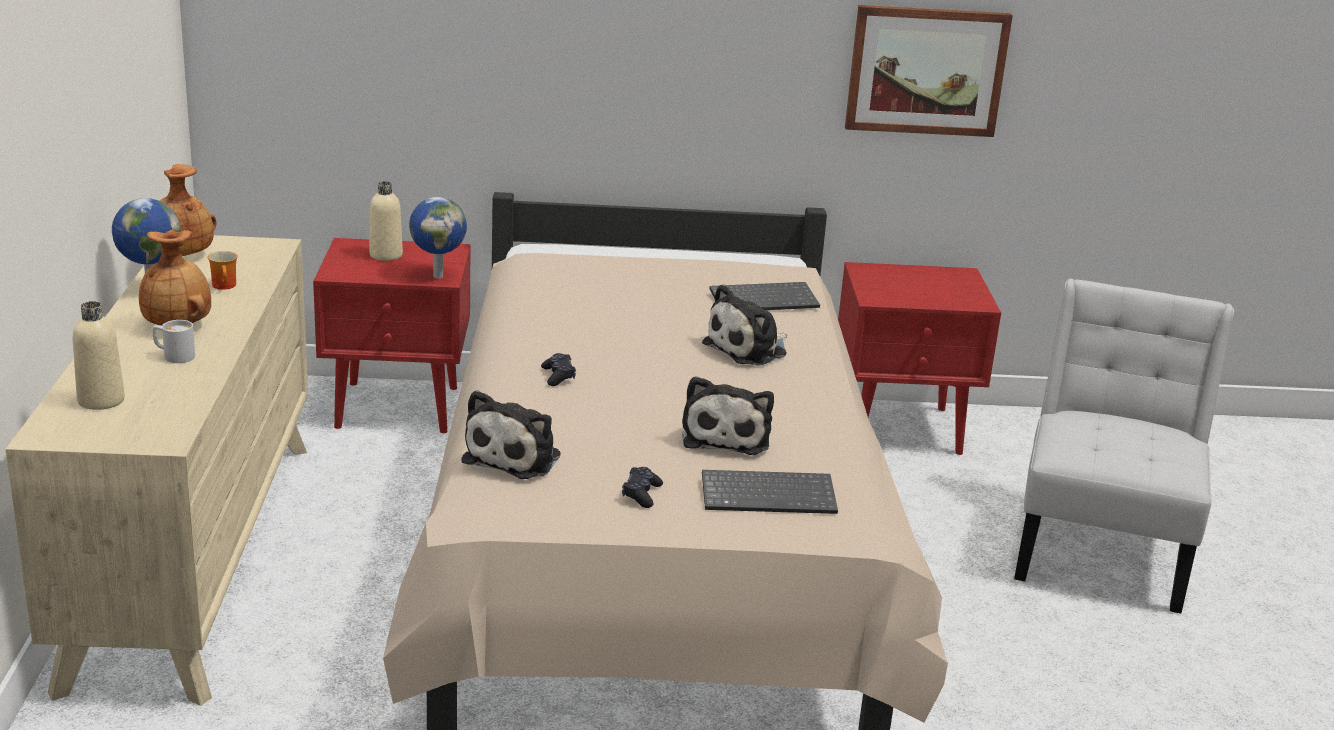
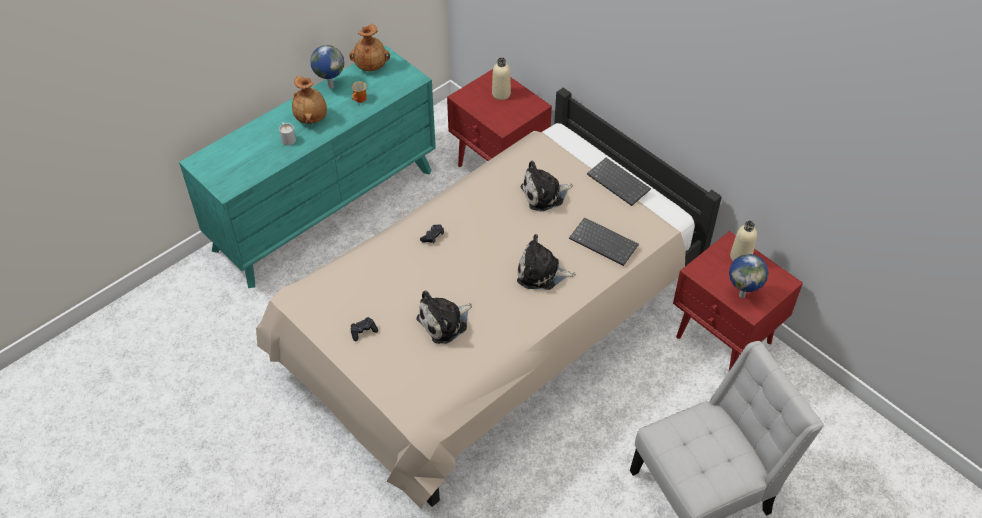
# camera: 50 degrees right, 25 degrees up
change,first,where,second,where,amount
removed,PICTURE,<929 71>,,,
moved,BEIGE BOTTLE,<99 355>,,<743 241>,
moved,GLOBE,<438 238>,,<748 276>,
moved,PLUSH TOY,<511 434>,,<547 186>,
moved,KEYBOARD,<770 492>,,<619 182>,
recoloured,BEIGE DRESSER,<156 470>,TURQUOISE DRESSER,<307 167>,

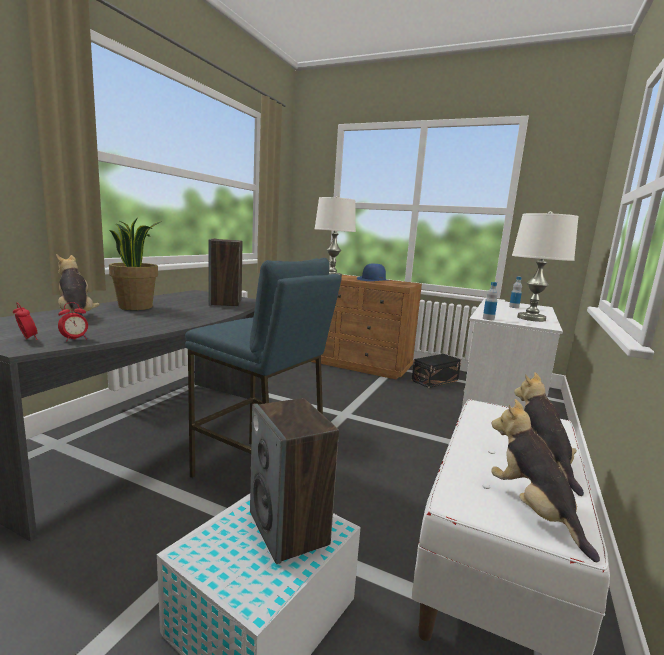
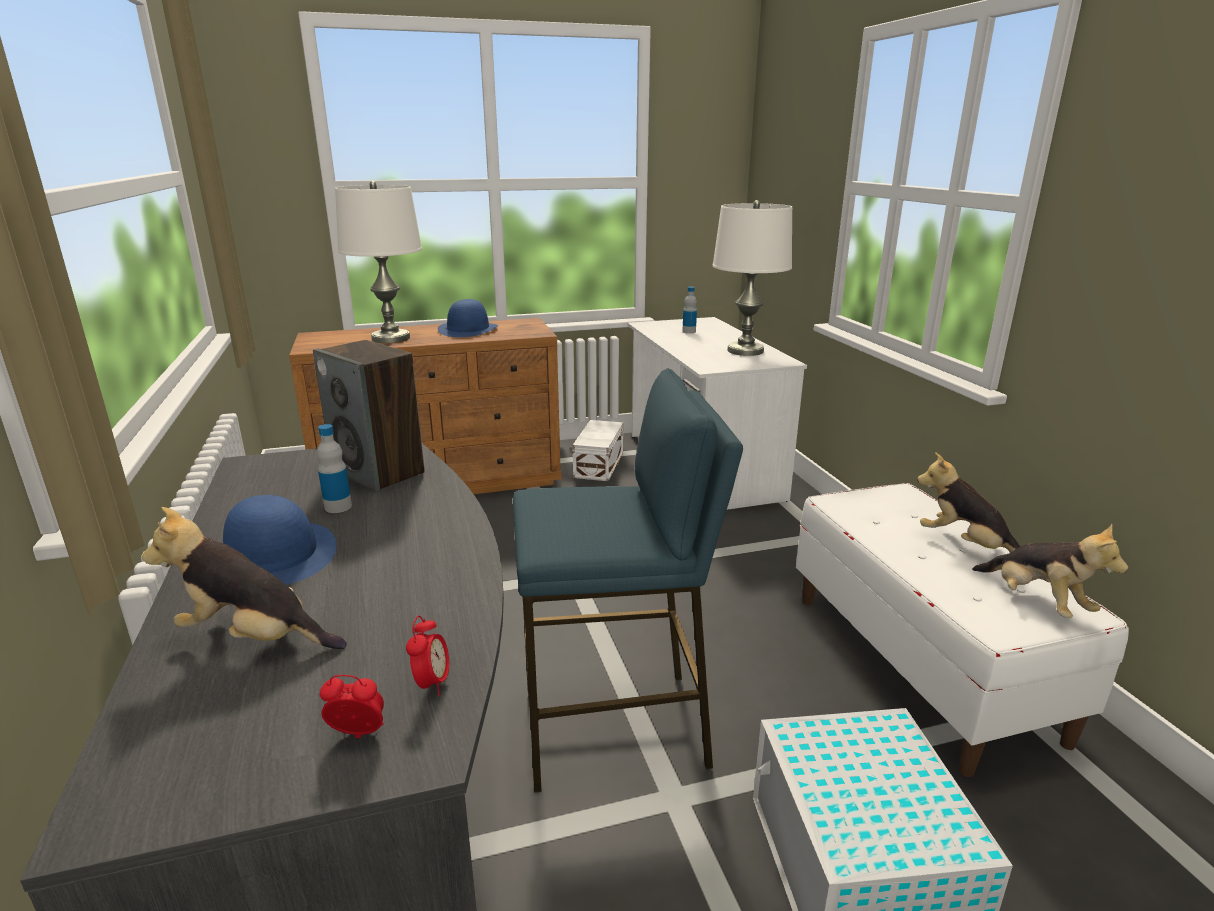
# camera: 40 degrees left, 10 degrees up
change,first,where,second,where,amount
removed,SPEAKER,<294 481>,,,
moved,BOTTLE,<490 301>,,<334 468>,
replaced,POTTED PLANT,<135 263>,BLUE HAT,<280 540>,
recoloured,BLACK STORAGE BOX,<436 371>,WHITE STORAGE BOX,<598 450>,
turned,PLUSH TOY,<545 480>,,<1050 571>,150 degrees counterclockwise

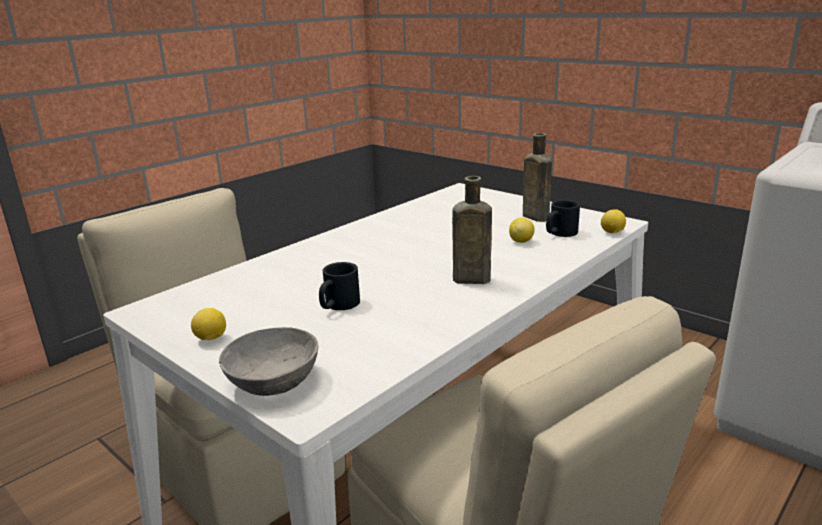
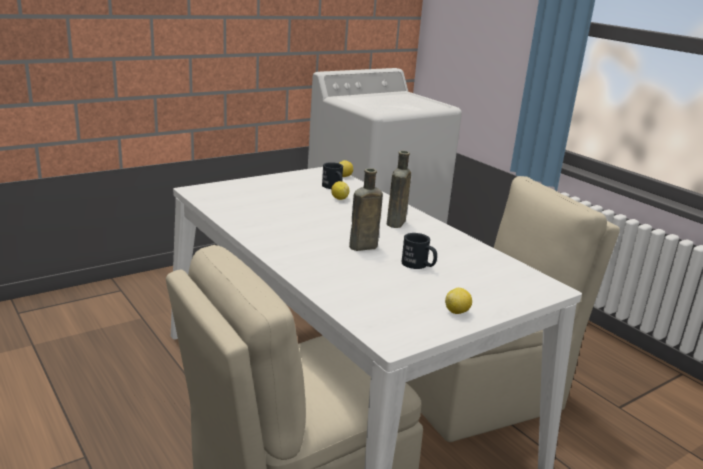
# camera: 80 degrees left, 0 degrees up
change,first,where,second,where,amount
removed,GREY BOWL,<268 361>,,,
moved,BROWN BOTTLE,<537 177>,,<366 209>,

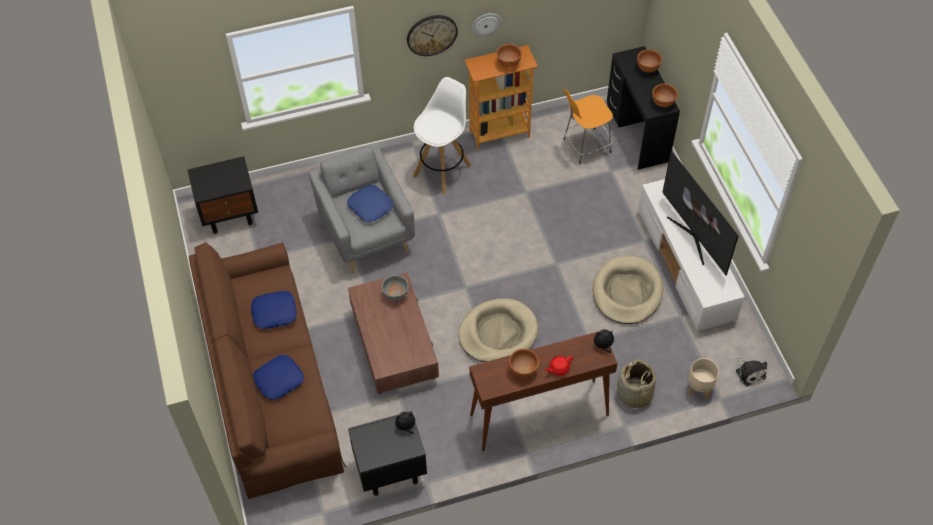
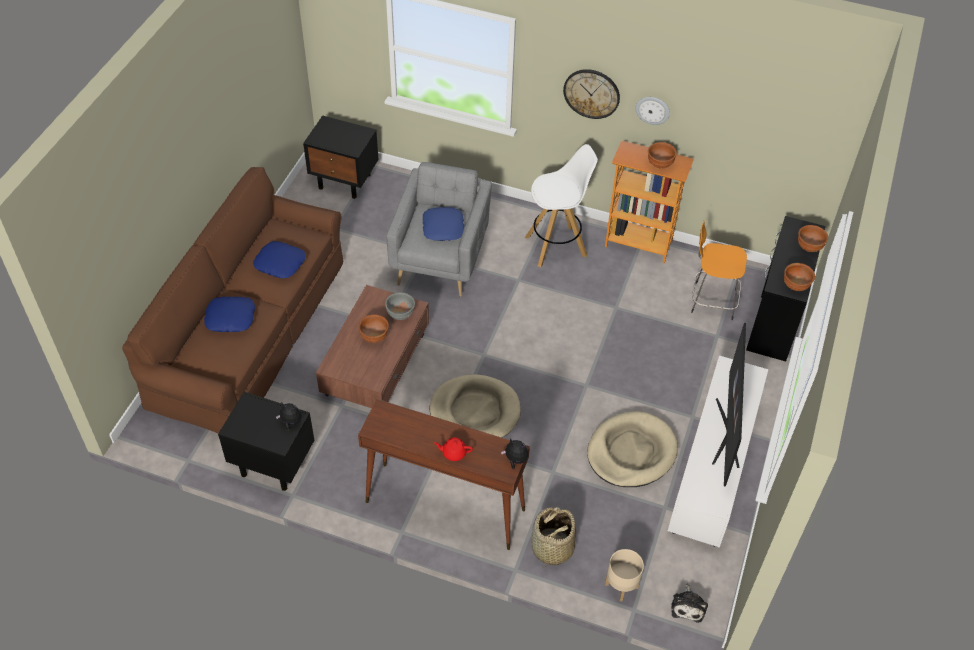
# camera: 35 degrees right, 5 degrees down
change,first,where,second,where,amount
moved,BROWN BOWL,<524 363>,,<374 329>,

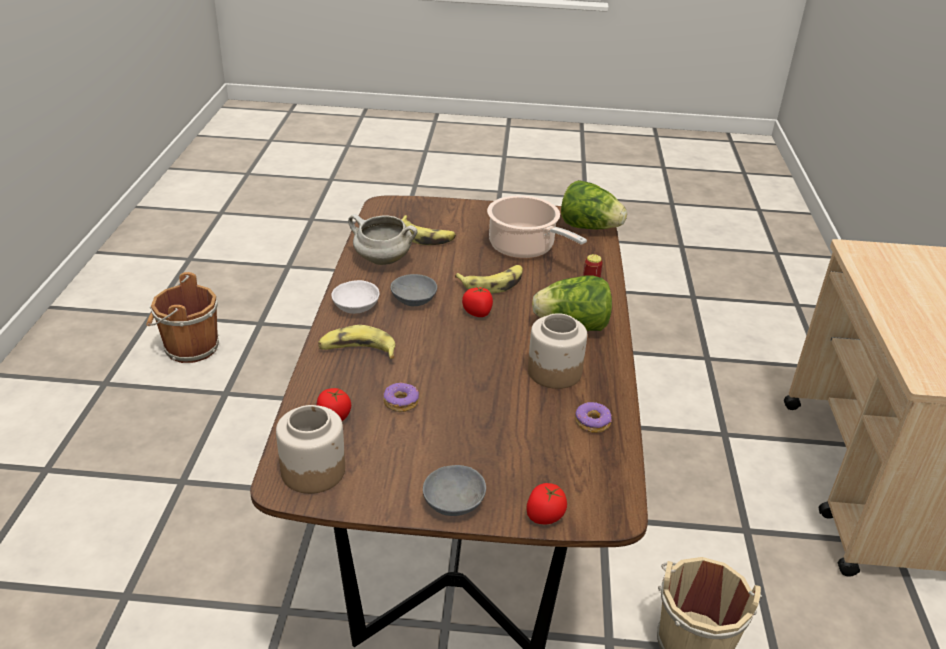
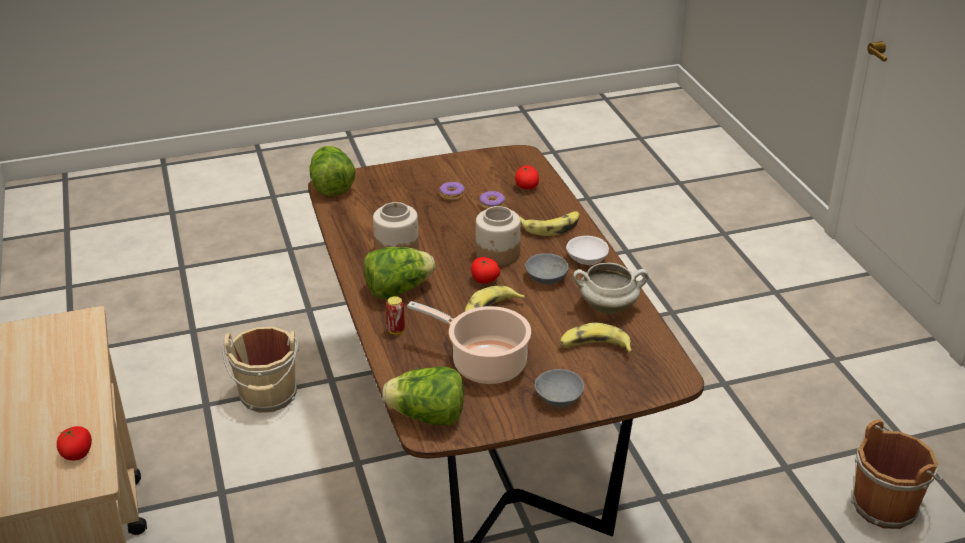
# camera: 160 degrees right, 0 degrees up
change,first,where,second,where,amount
added,,,LETTUCE,<332 171>,
moved,JAR,<310 449>,,<498 236>,
moved,GREY BOWL,<454 490>,,<559 388>,
moved,TOMATO,<547 503>,,<74 443>,
moved,DONUT,<593 417>,,<452 190>,

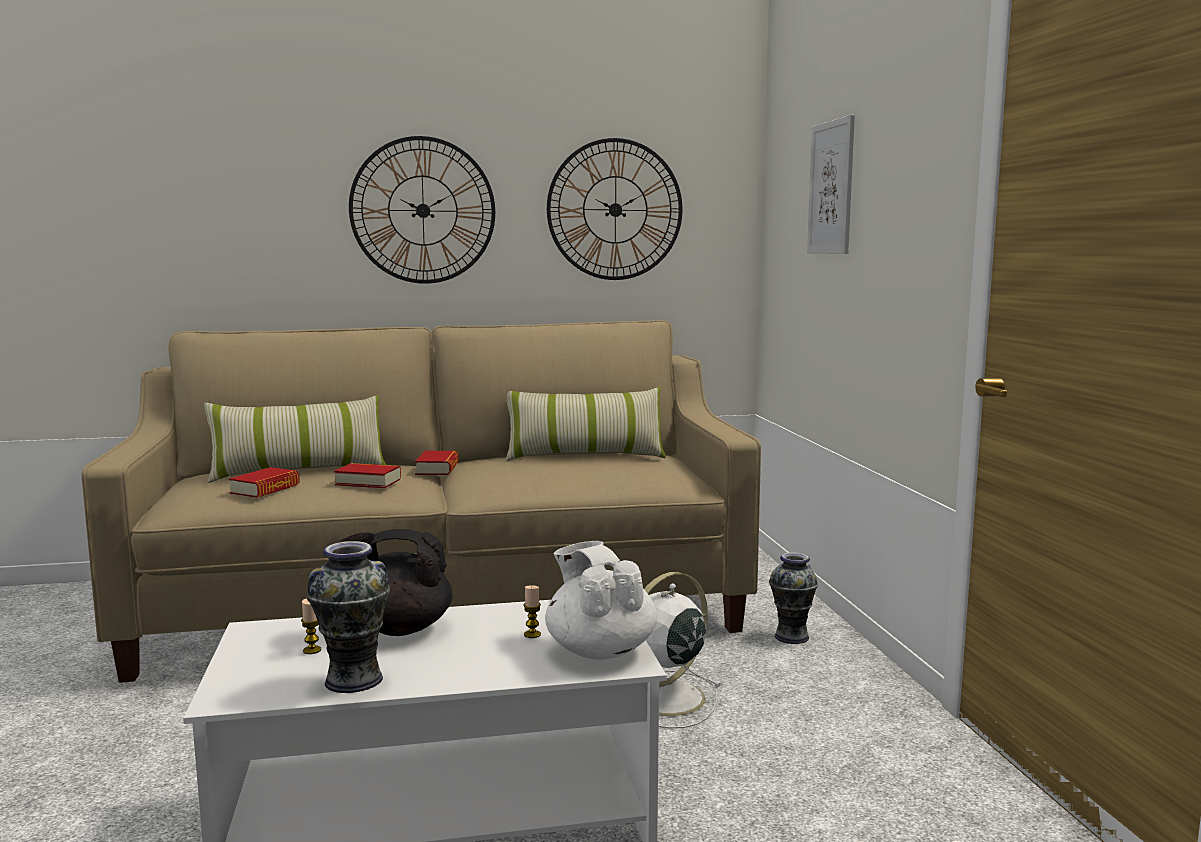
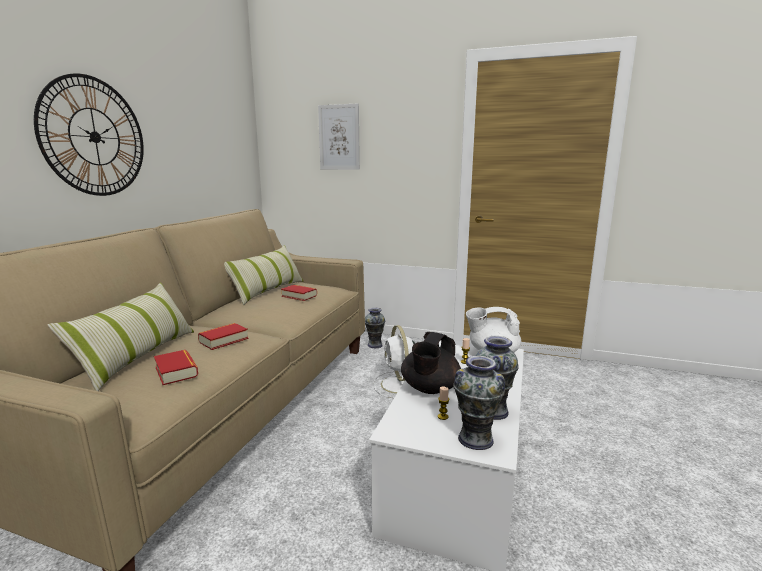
# camera: 60 degrees left, 5 degrees up
change,first,where,second,where,amount
removed,WALL CLOCK,<615 209>,,,
added,,,VASE,<479 403>,
moved,BOOK,<437 463>,,<299 293>,

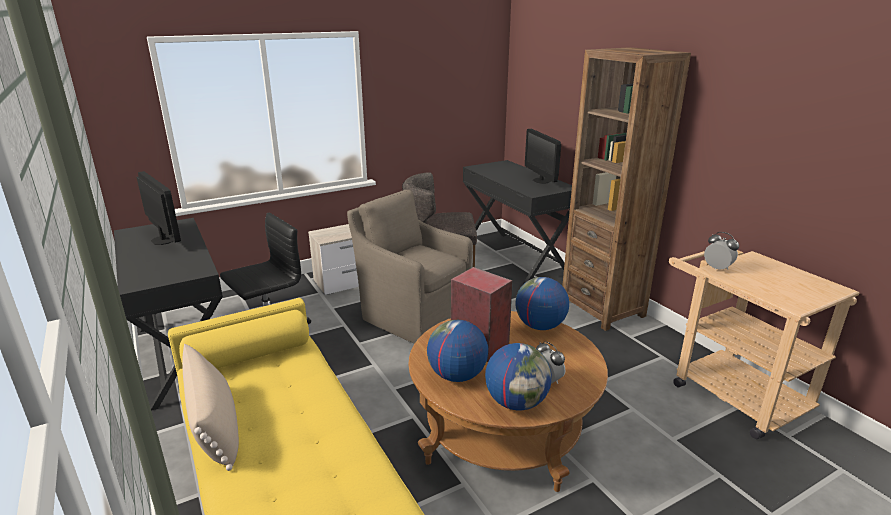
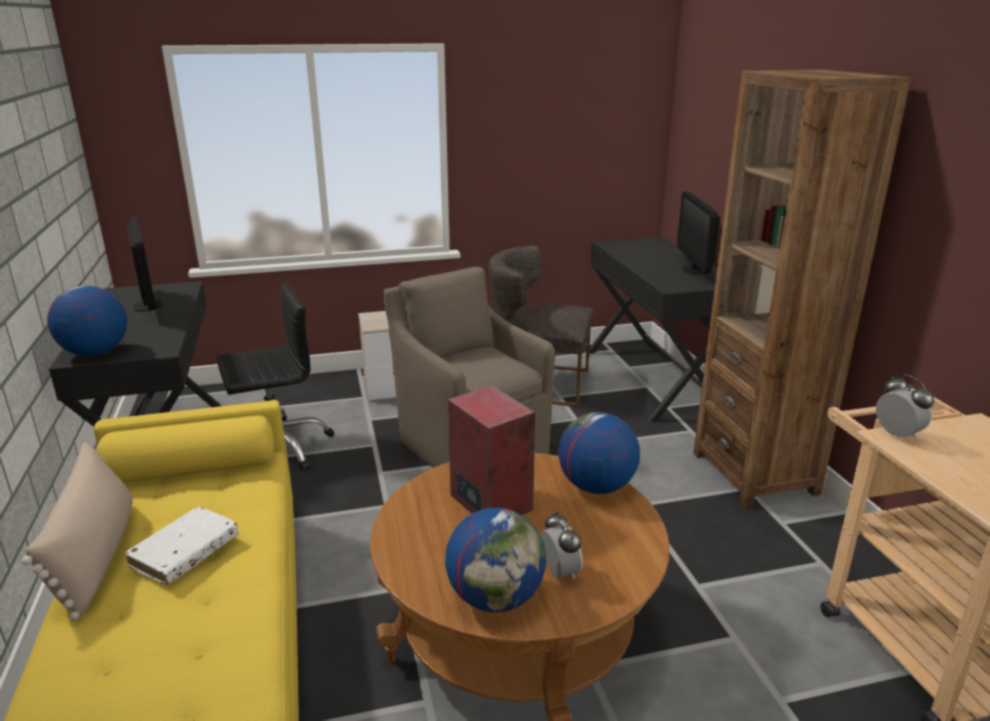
# camera: 15 degrees right, 0 degrees up
change,first,where,second,where,amount
added,,,WHITE BOOK,<181 546>,
moved,GLOBE,<457 351>,,<87 321>,

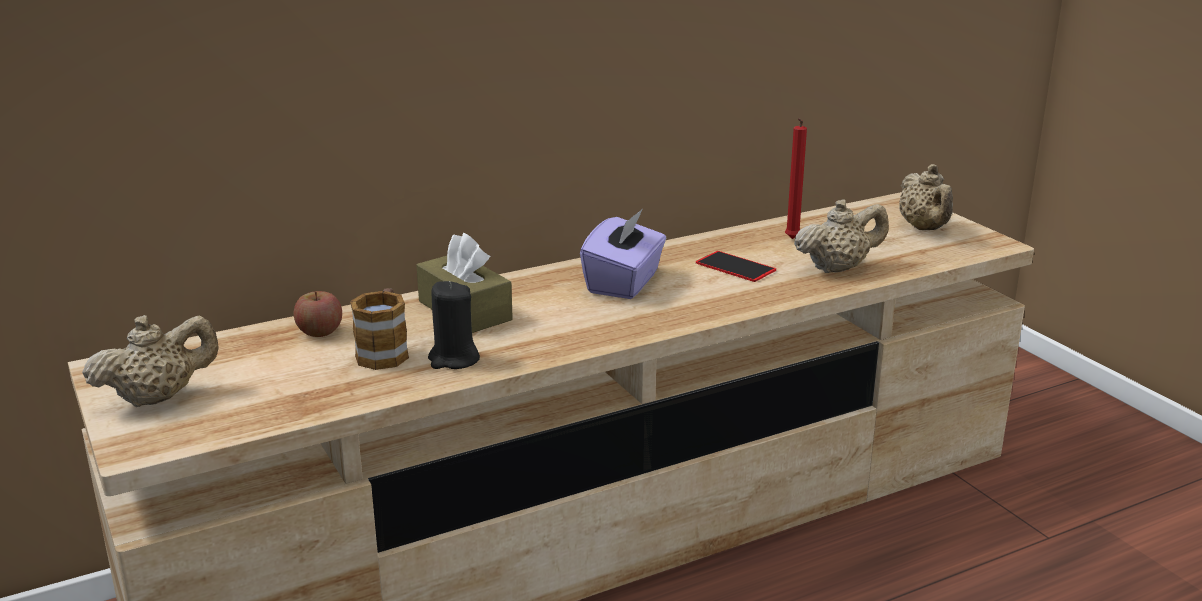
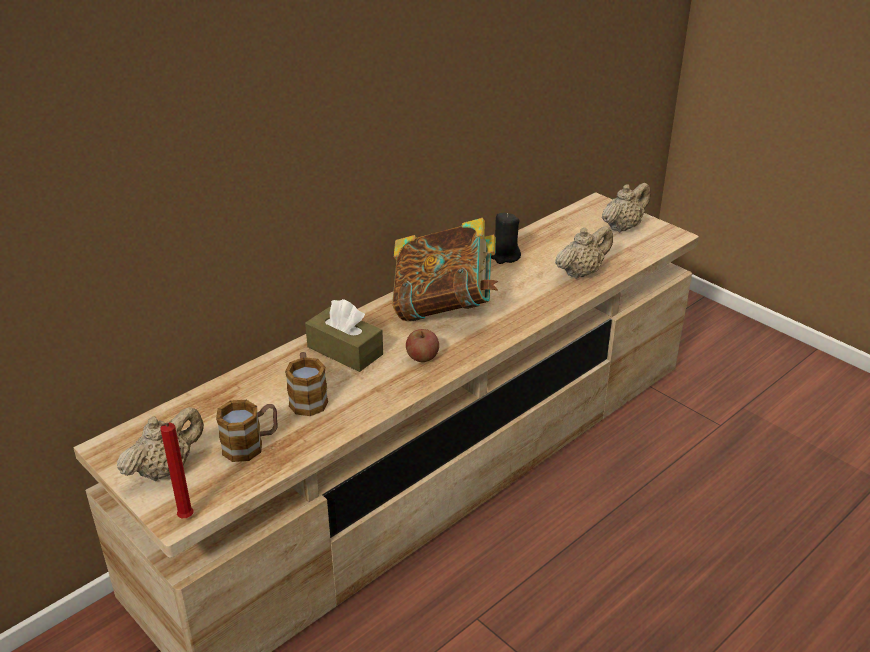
# camera: 15 degrees left, 10 degrees up
change,first,where,second,where,amount
removed,PHONE,<736 266>,,,
added,,,MUG,<246 431>,
moved,APPLE,<318 314>,,<422 345>,
moved,BLACK CANDLE,<454 325>,,<506 238>,
moved,RED CANDLE,<796 178>,,<177 470>,
replaced,PURPLE TISSUE BOX,<623 254>,BOOK,<445 269>,
turned,BEIGE TEAPOT,<926 197>,,<626 207>,105 degrees counterclockwise

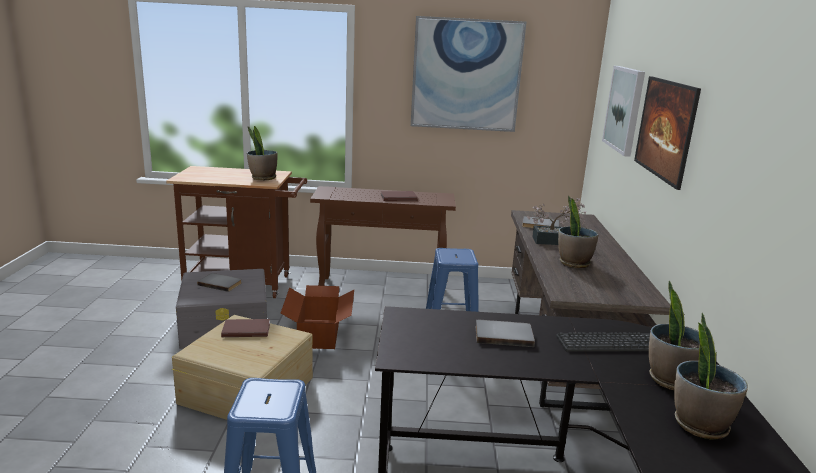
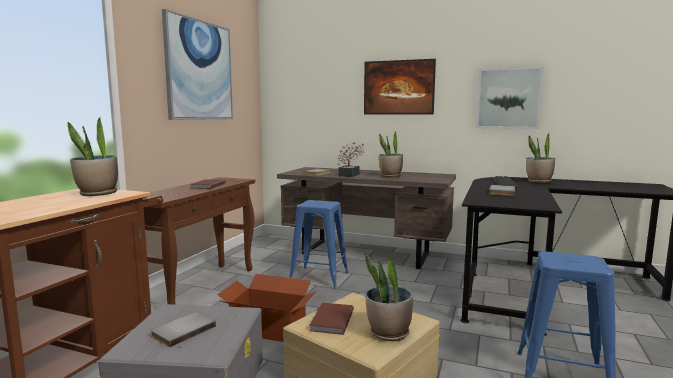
# camera: 70 degrees left, 10 degrees down
change,first,where,second,where,amount
moved,PICTURE,<623 111>,,<510 98>,
moved,POTTED PLANT,<711 376>,,<389 298>,

